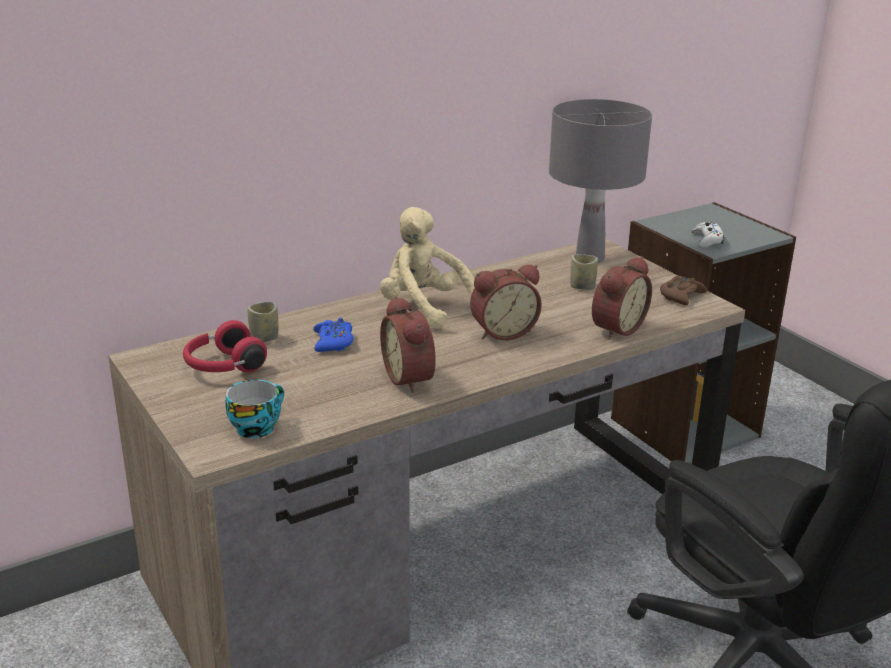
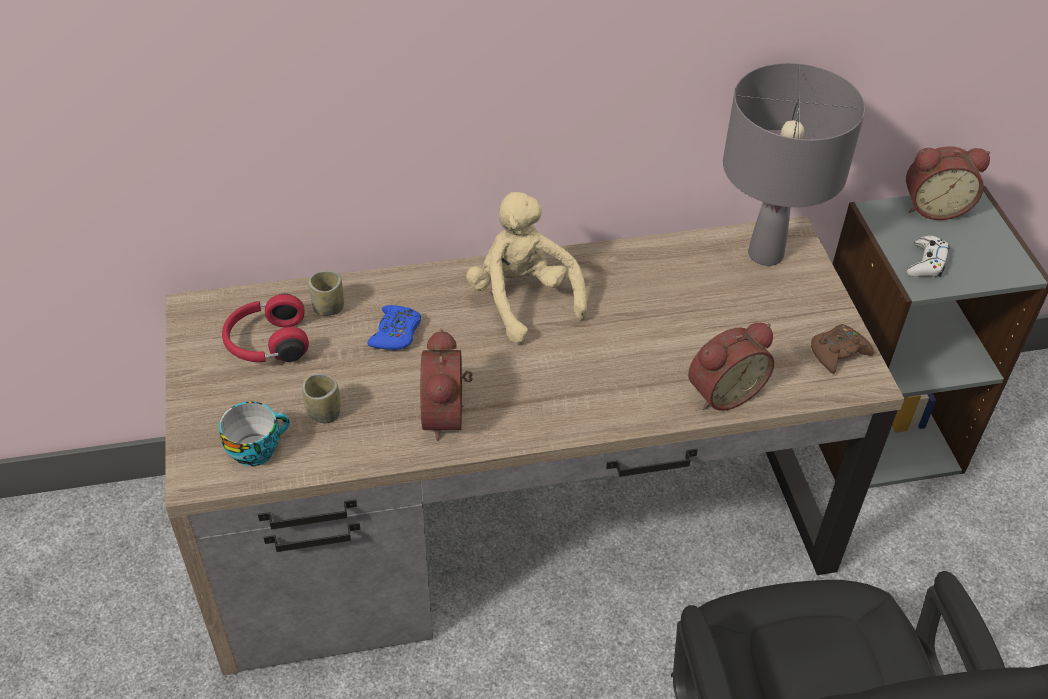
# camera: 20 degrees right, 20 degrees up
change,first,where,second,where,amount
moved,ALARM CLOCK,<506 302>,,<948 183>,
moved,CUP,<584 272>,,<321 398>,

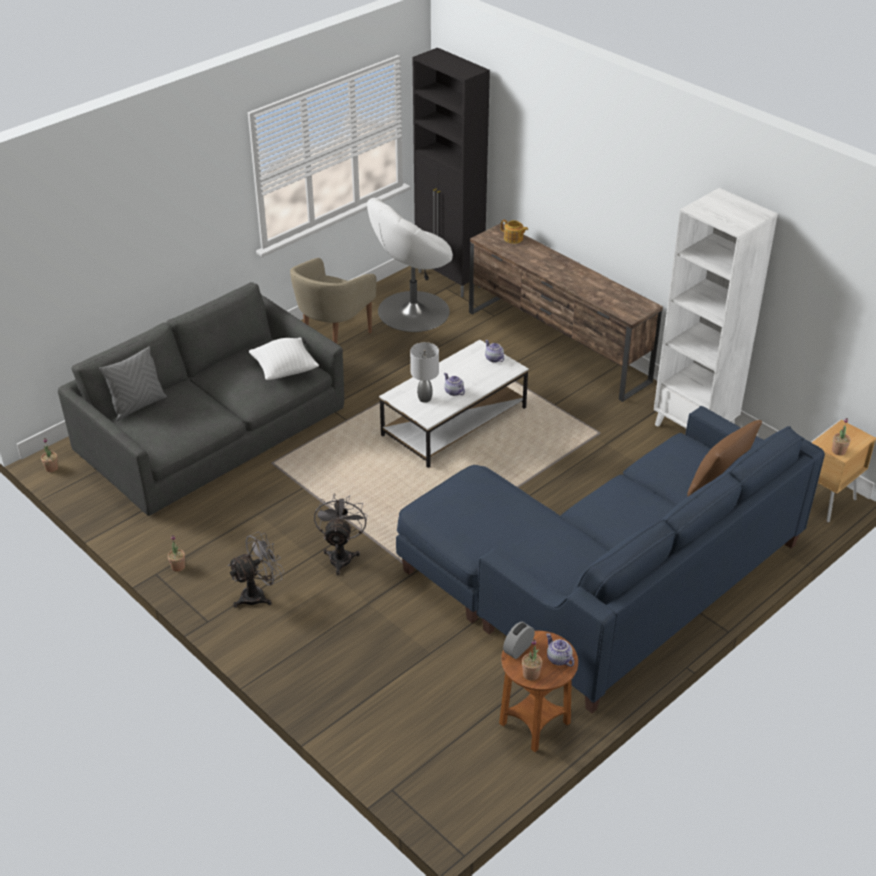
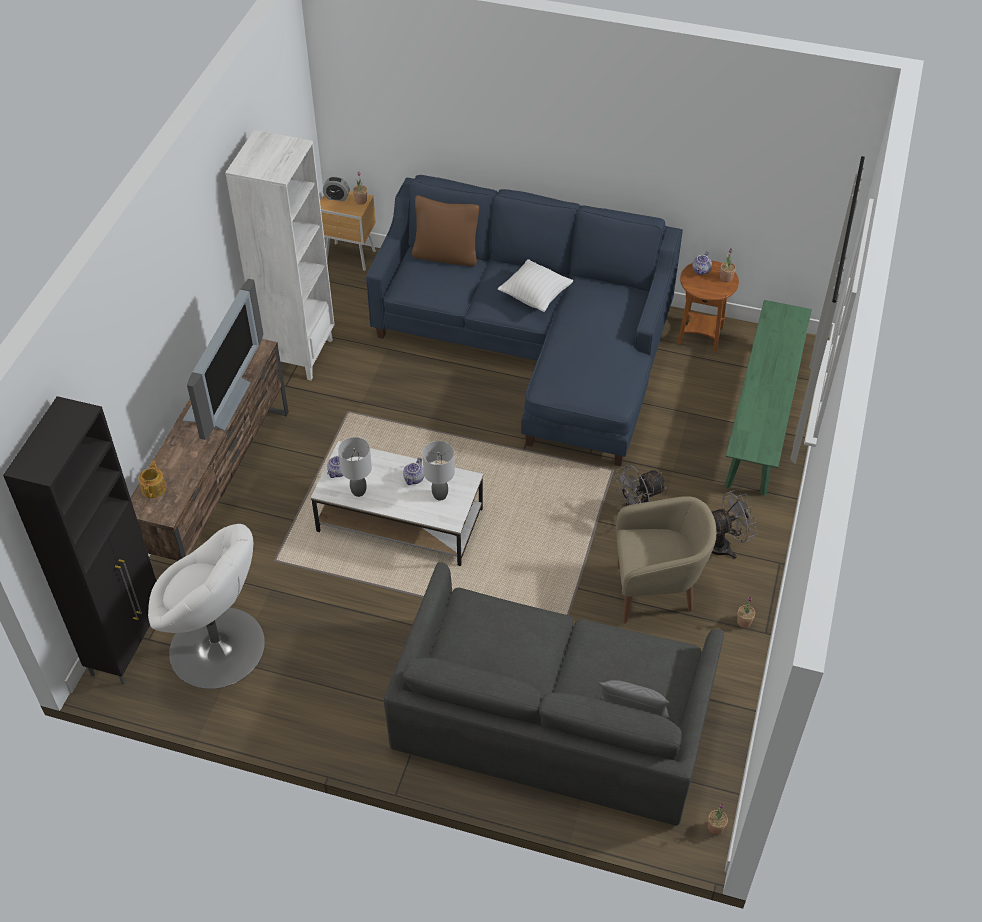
# camera: 120 degrees left, 10 degrees up
change,first,where,second,where,amount
added,,,TELEVISION,<222 359>,
added,,,GREY TABLE LAMP,<355 467>,
added,,,GREEN BENCH,<768 398>,
moved,WHITE PILLOW,<284 358>,,<536 285>,
moved,BEIGE ARMCHAIR,<333 301>,,<666 560>,
moved,ALARM CLOCK,<519 640>,,<336 189>,
turned,GREY FAN,<256 570>,,<734 524>,135 degrees clockwise

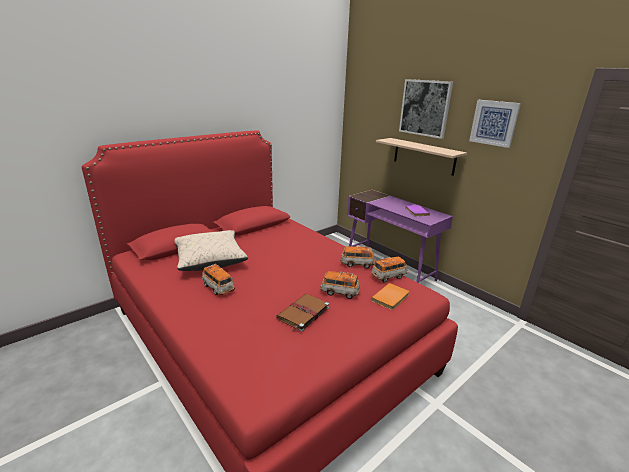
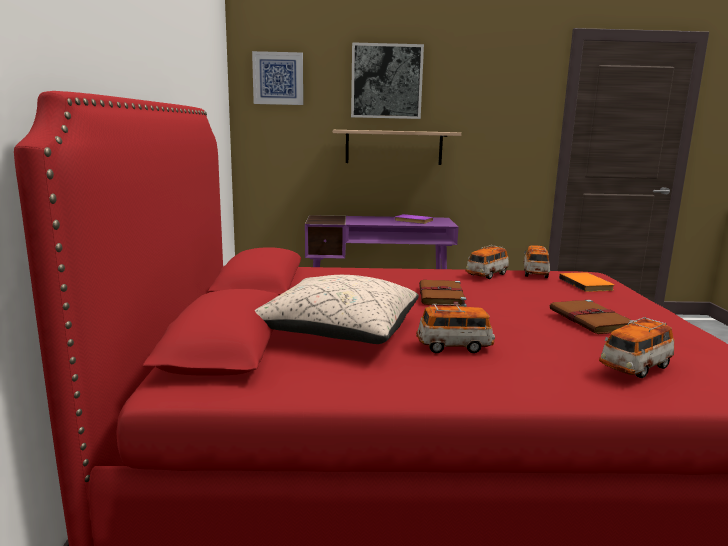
# camera: 50 degrees left, 10 degrees down
change,first,where,second,where,amount
added,,,BROWN BOOK,<442 293>,
moved,TOY CAR,<340 285>,,<636 347>,
moved,PICTURE,<495 124>,,<277 78>,

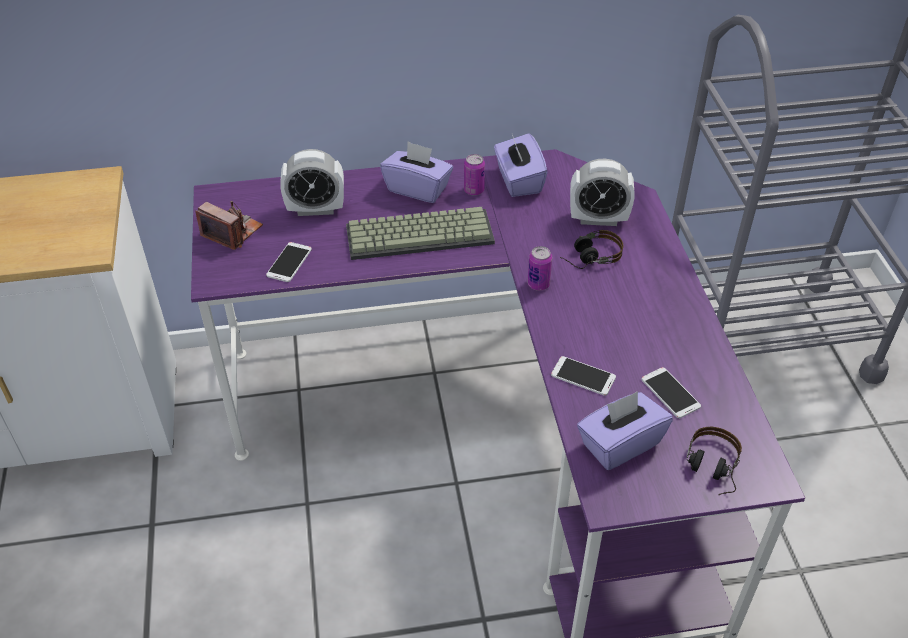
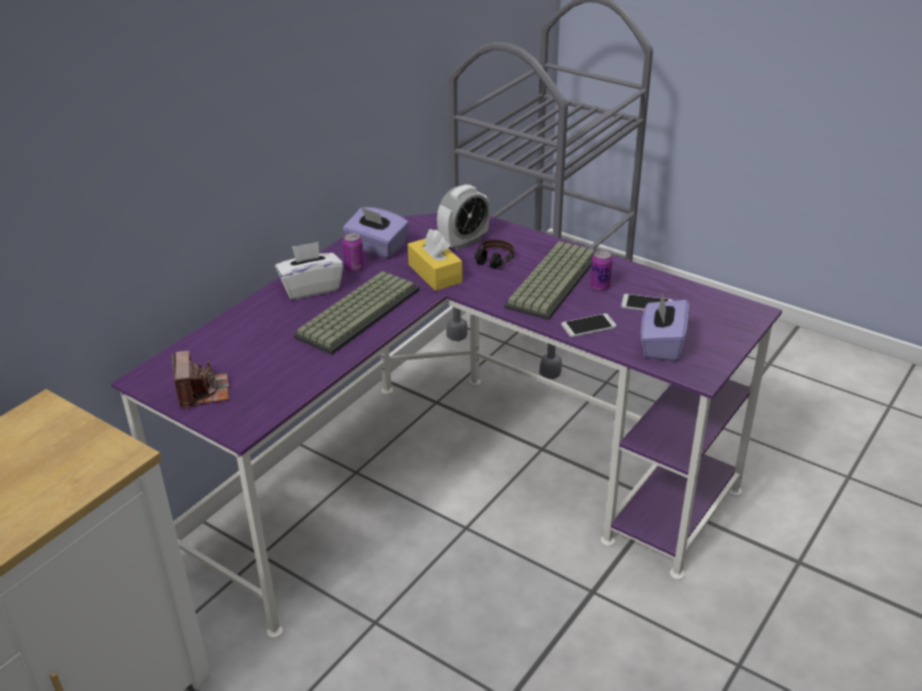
# camera: 45 degrees left, 10 degrees down
change,first,where,second,where,amount
removed,PHONE,<289 262>,,,
removed,ALARM CLOCK,<312 182>,,,
removed,HEADPHONES,<714 461>,,,
added,,,YELLOW TISSUE BOX,<435 260>,
added,,,KEYBOARD,<549 280>,
moved,CAN,<539 268>,,<601 270>,
recoloured,PURPLE TISSUE BOX,<416 172>,WHITE TISSUE BOX,<309 271>,
turned,PHOTO CAMERA,<229 225>,,<200 380>,90 degrees clockwise

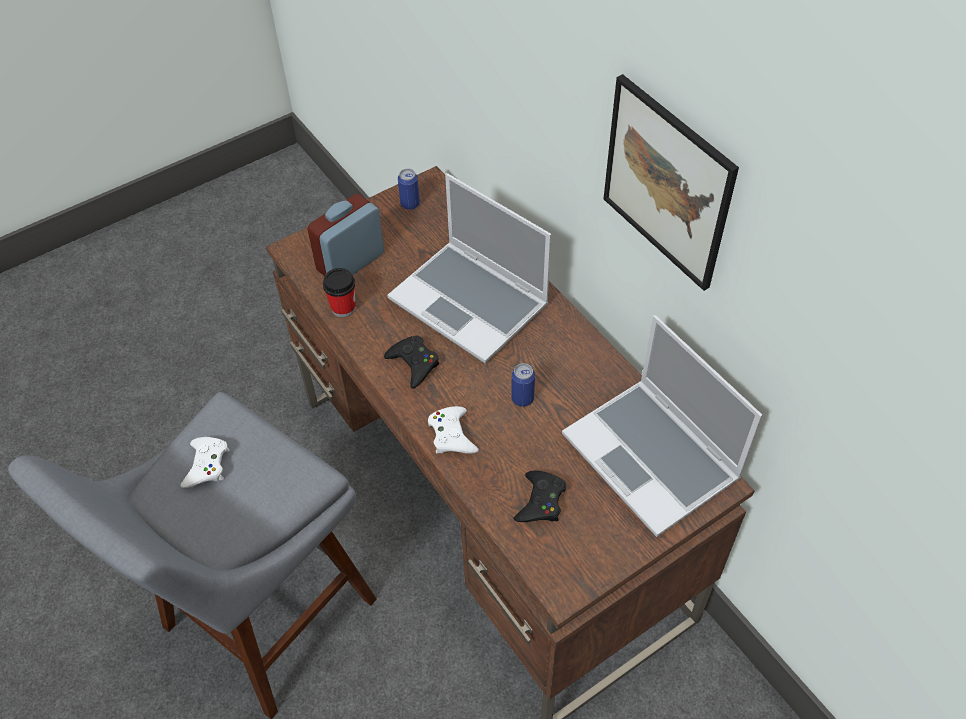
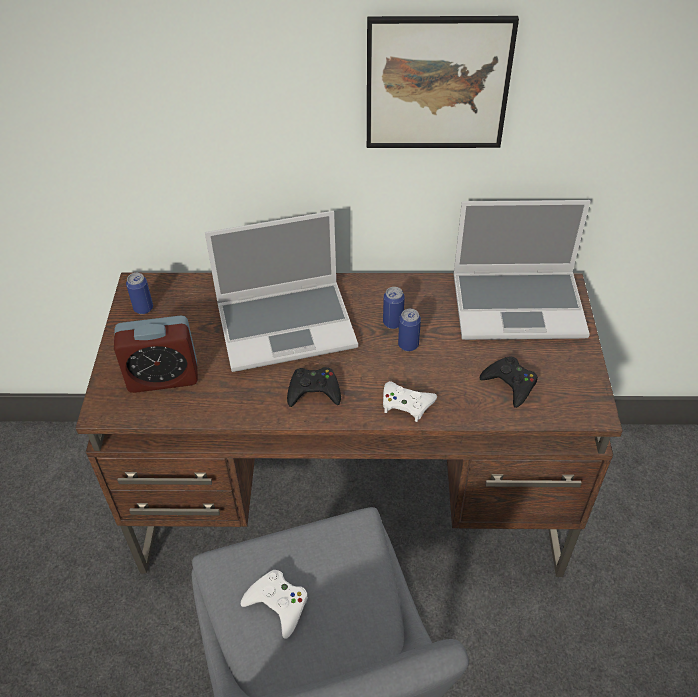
# camera: 55 degrees left, 5 degrees down
change,first,where,second,where,amount
removed,CUP,<339 292>,,,
added,,,CAN,<394 308>,
turned,ALARM CLOCK,<345 235>,,<156 354>,90 degrees counterclockwise

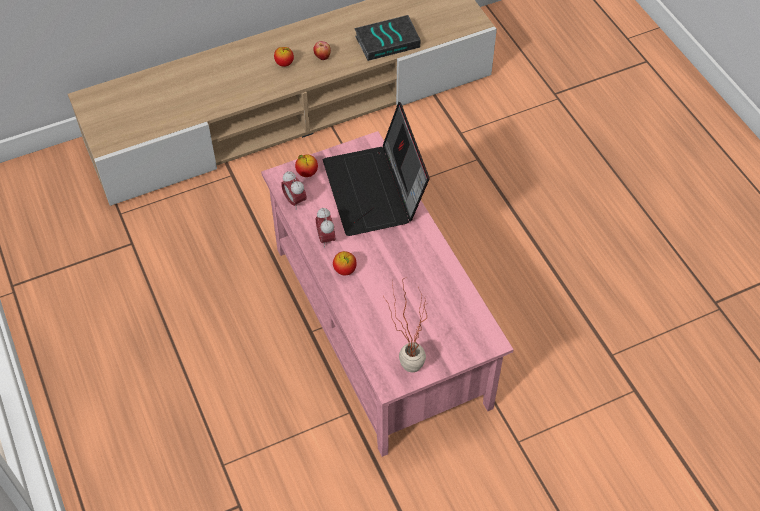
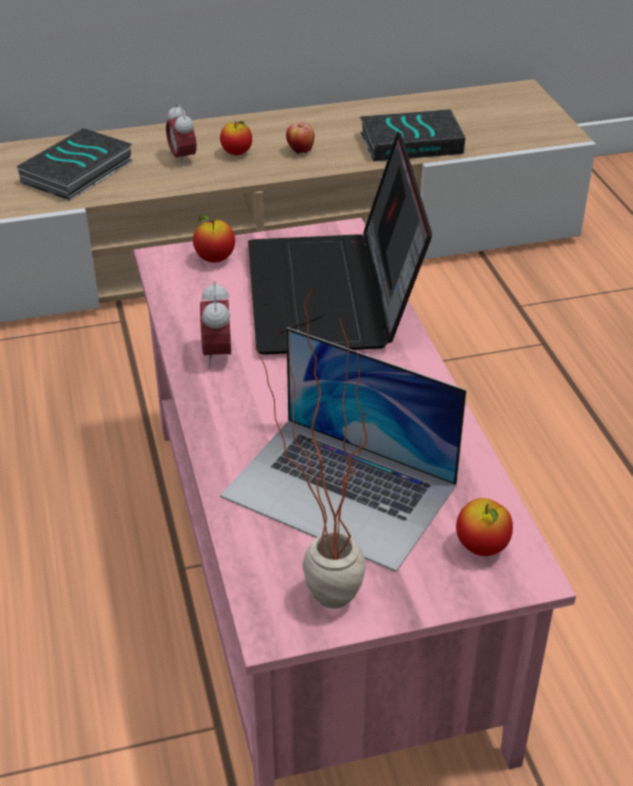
# camera: 10 degrees right, 15 degrees down
change,first,where,second,where,amount
added,,,BOOK,<75 164>,
added,,,LAPTOP,<343 449>,
moved,ALARM CLOCK,<294 190>,,<181 134>,
moved,APPLE,<345 263>,,<484 527>,

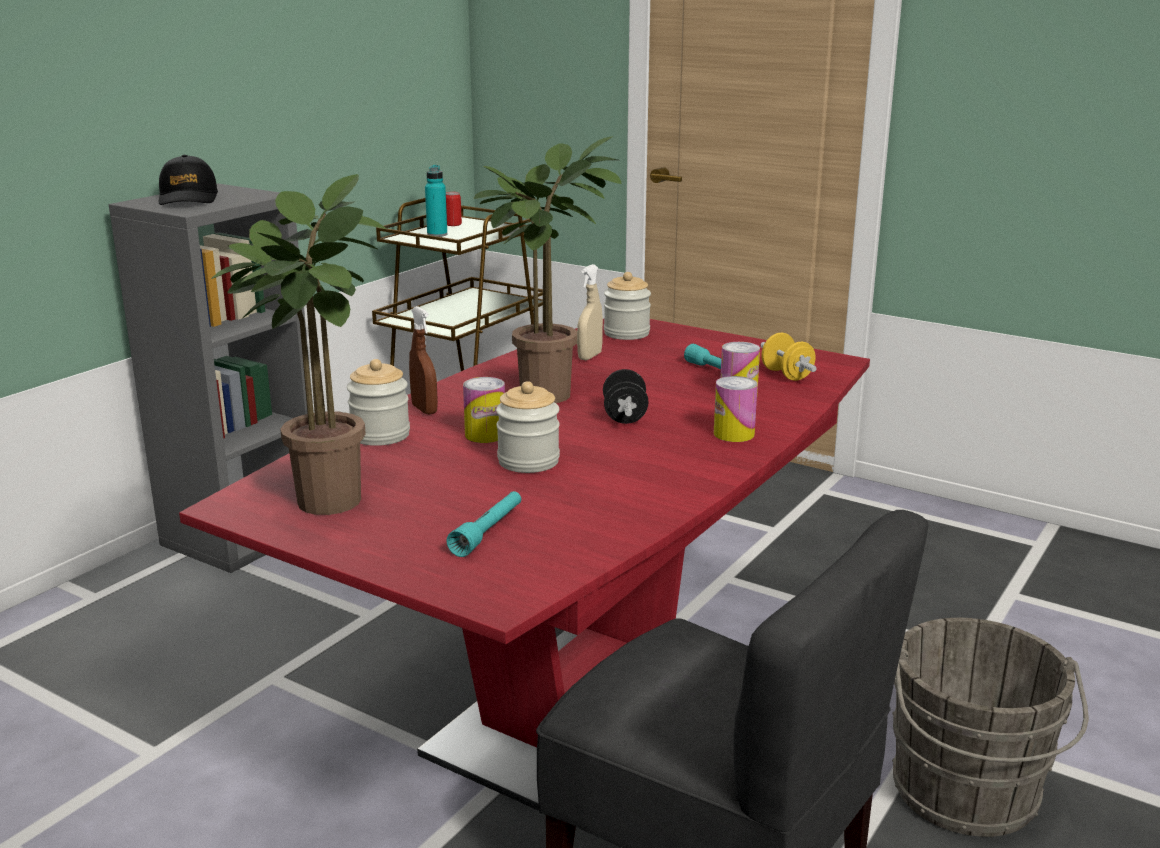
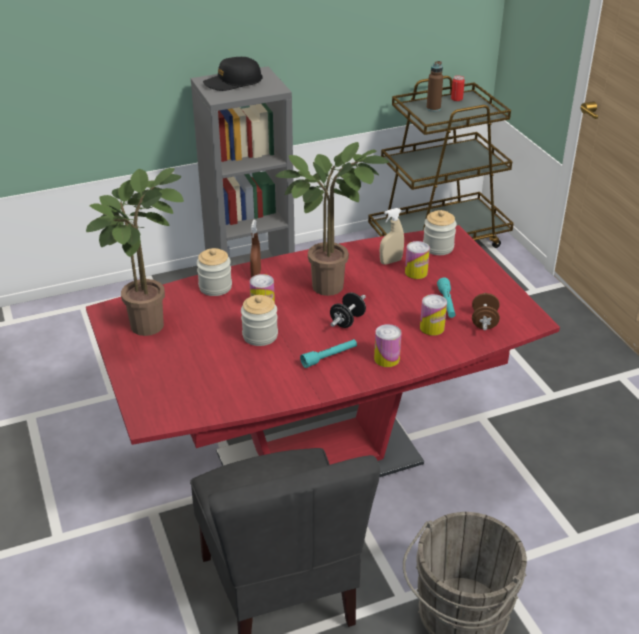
# camera: 35 degrees right, 15 degrees up
change,first,where,second,where,amount
added,,,CAN,<417 260>,
moved,TURQUOISE FLASHLIGHT,<483 524>,,<328 353>,
recoloured,TURQUOISE BOTTLE,<436 201>,BROWN BOTTLE,<434 86>,
recoloured,YELLOW DUMBBELL,<788 357>,BROWN DUMBBELL,<486 311>,
turned,BLACK CAP,<188 180>,,<233 74>,45 degrees clockwise

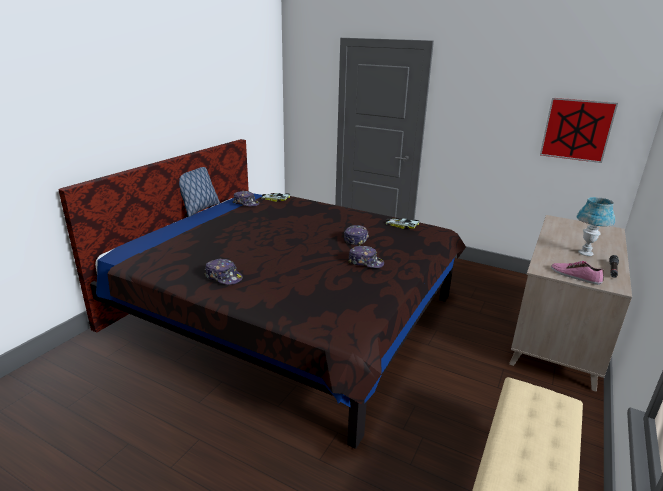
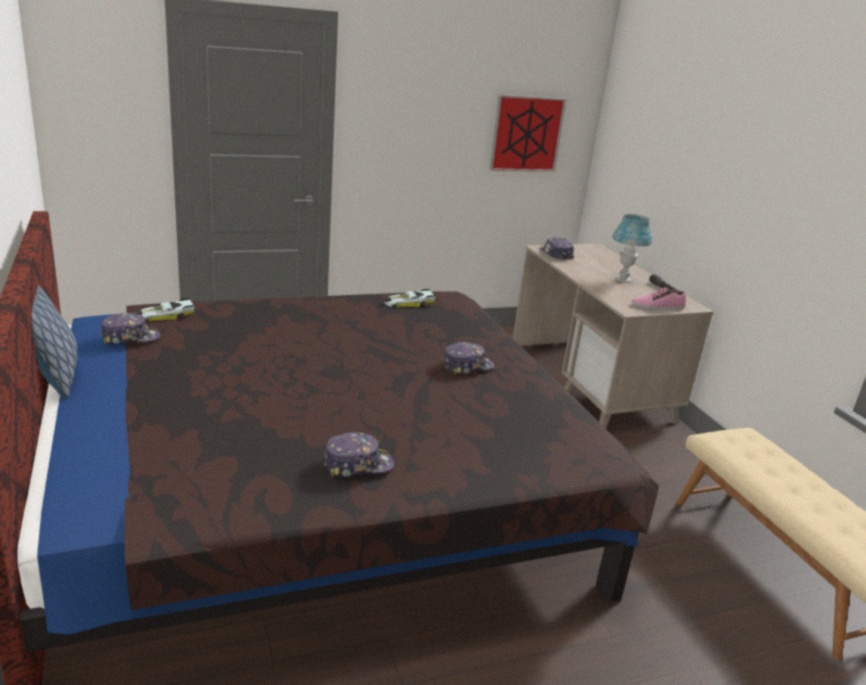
# camera: 50 degrees left, 0 degrees up
change,first,where,second,where,amount
moved,CAP,<356 235>,,<556 248>,

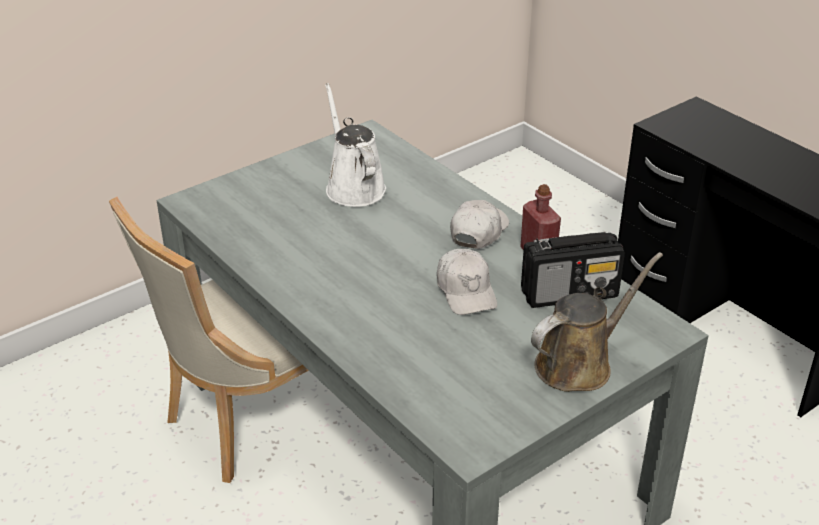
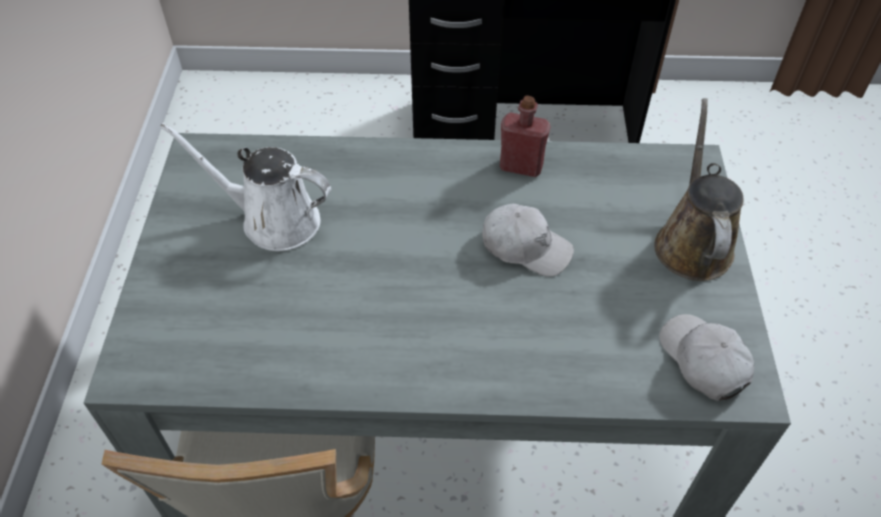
# camera: 50 degrees left, 15 degrees up
change,first,where,second,where,amount
removed,RADIO,<573 270>,,,
moved,WHITE CAP,<479 224>,,<706 357>,

